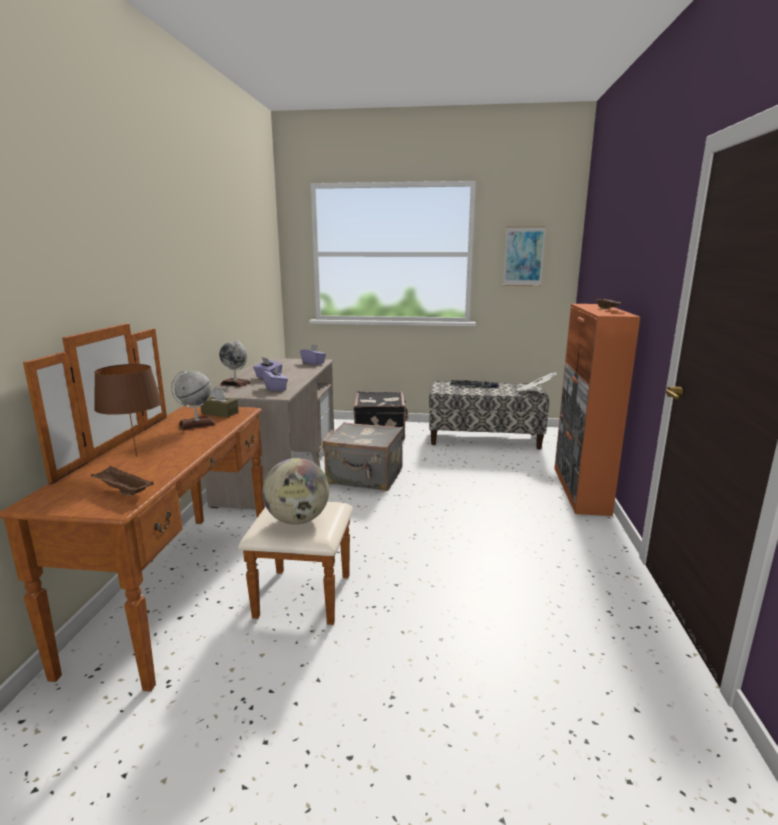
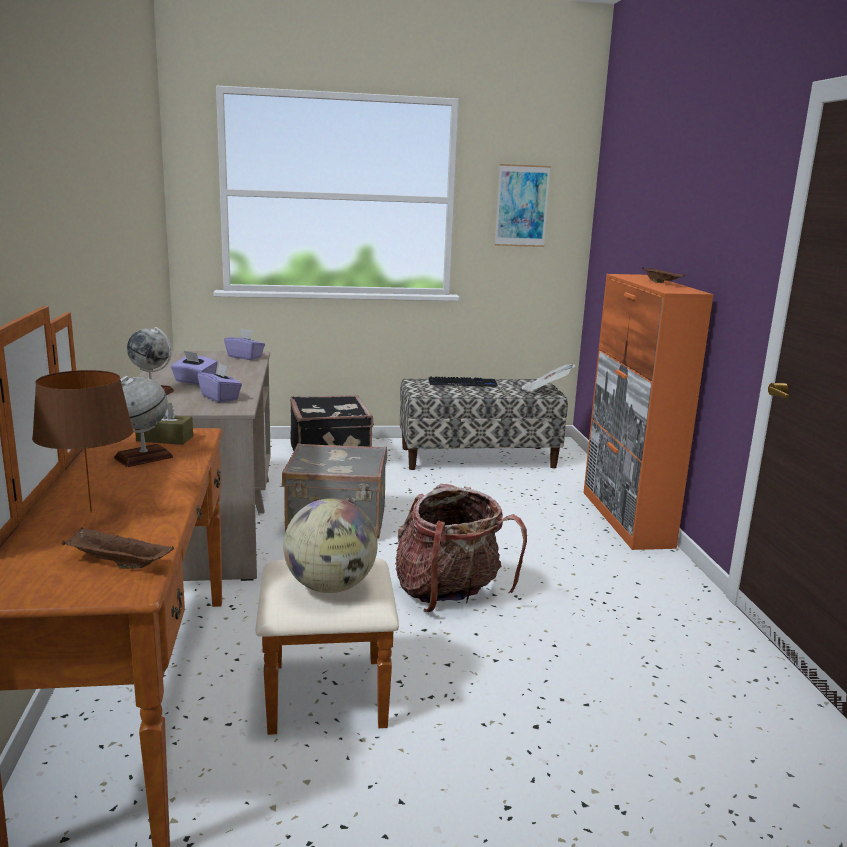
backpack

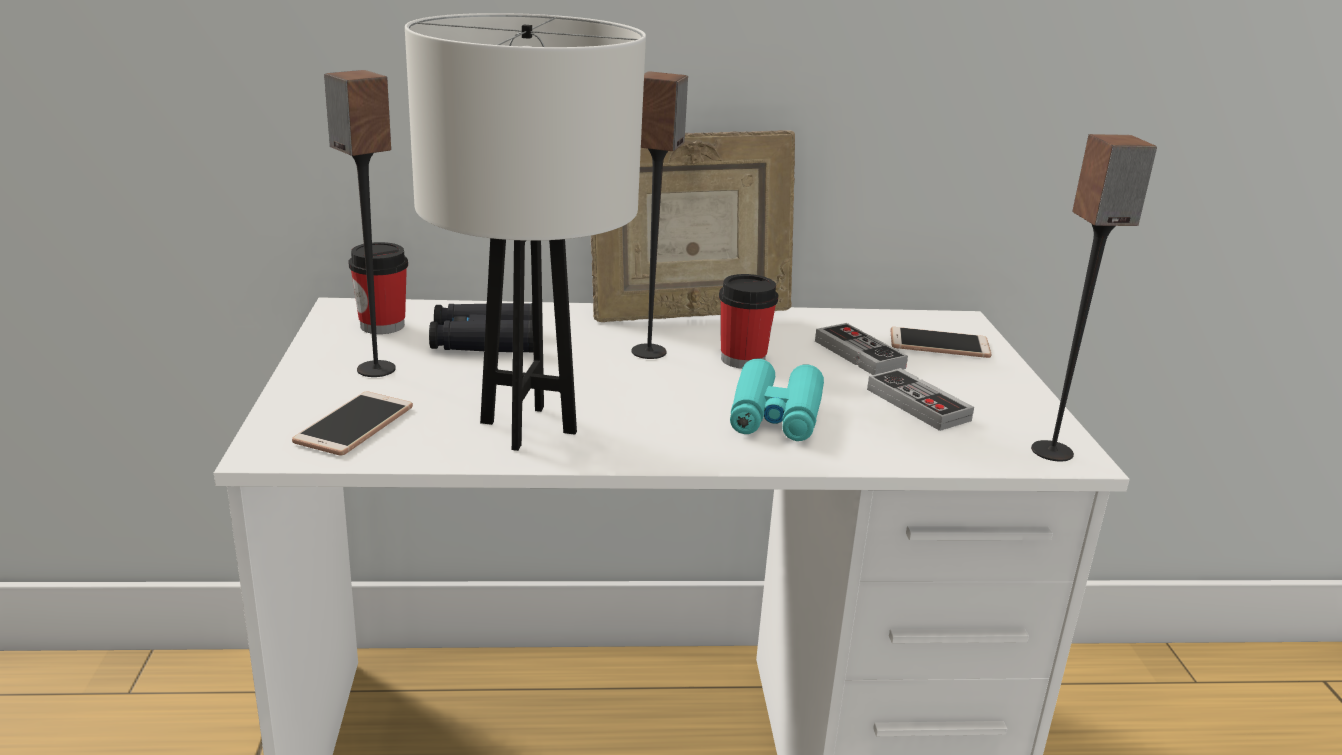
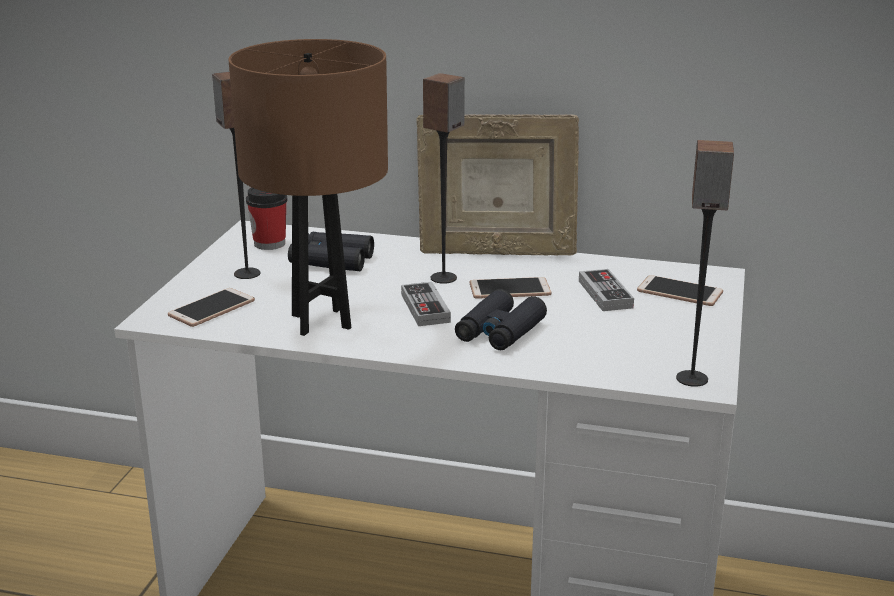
brown table lamp; phone (2nd from left); black binoculars (2nd from left); game controller (1st from left)

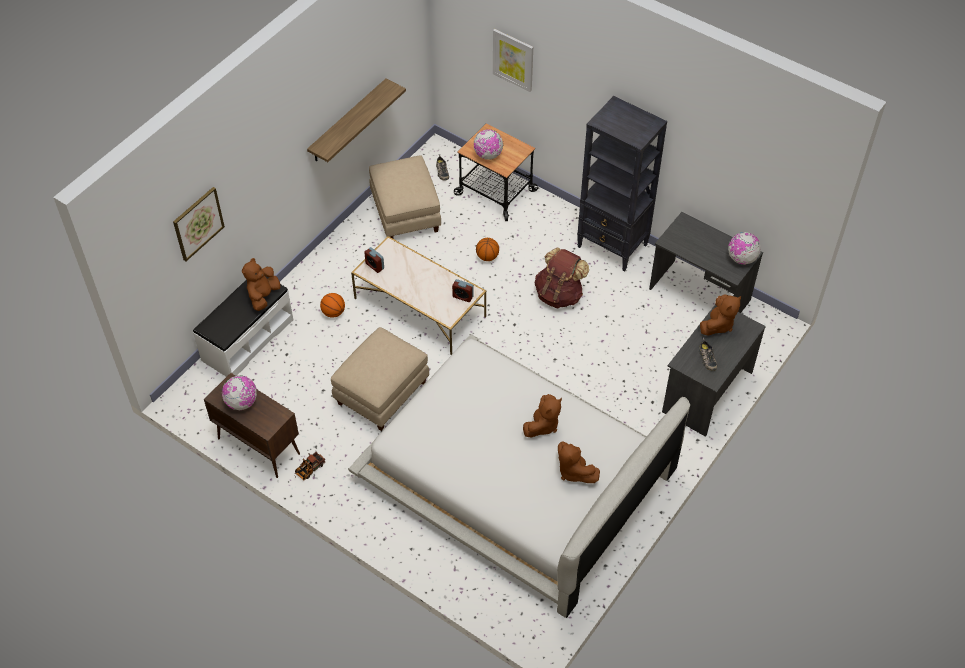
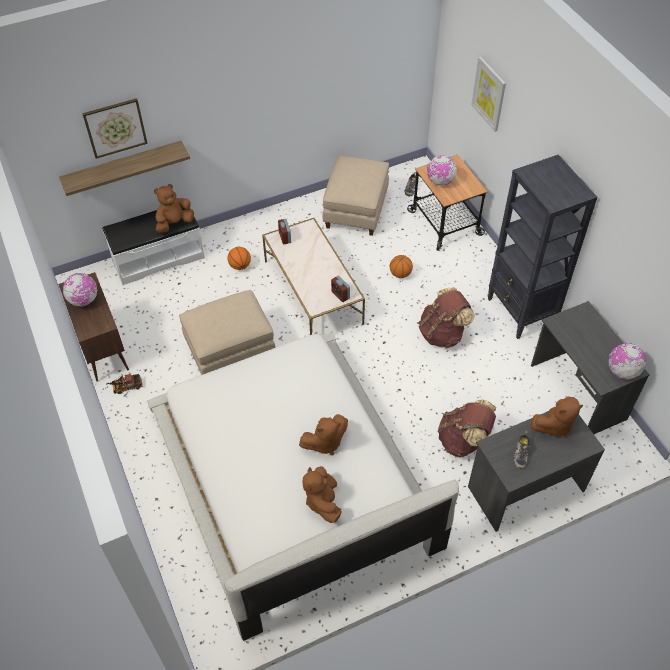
shelf; brown backpack (2nd from left)

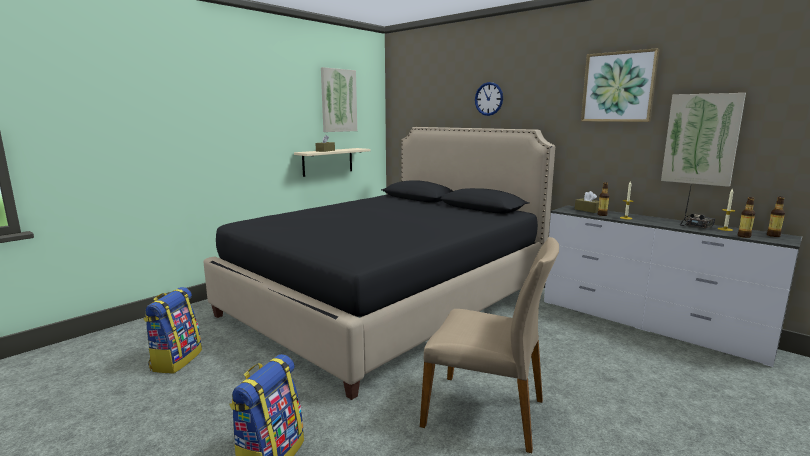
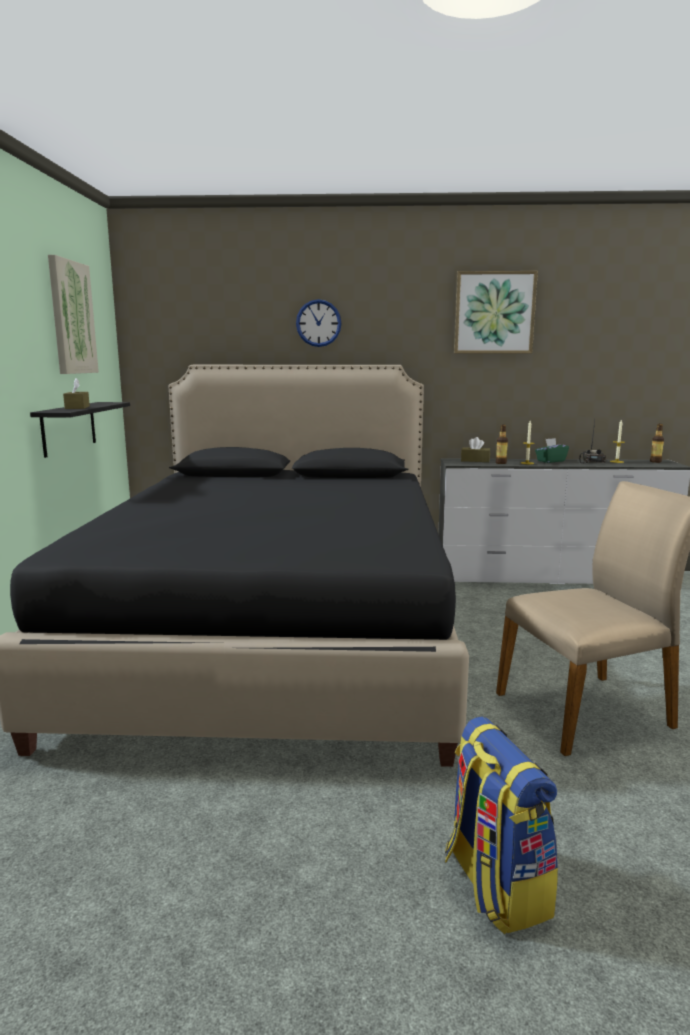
backpack (1st from left in the first image); black shelf; picture (3rd from left in the first image); bottle (2nd from left in the first image); green tissue box

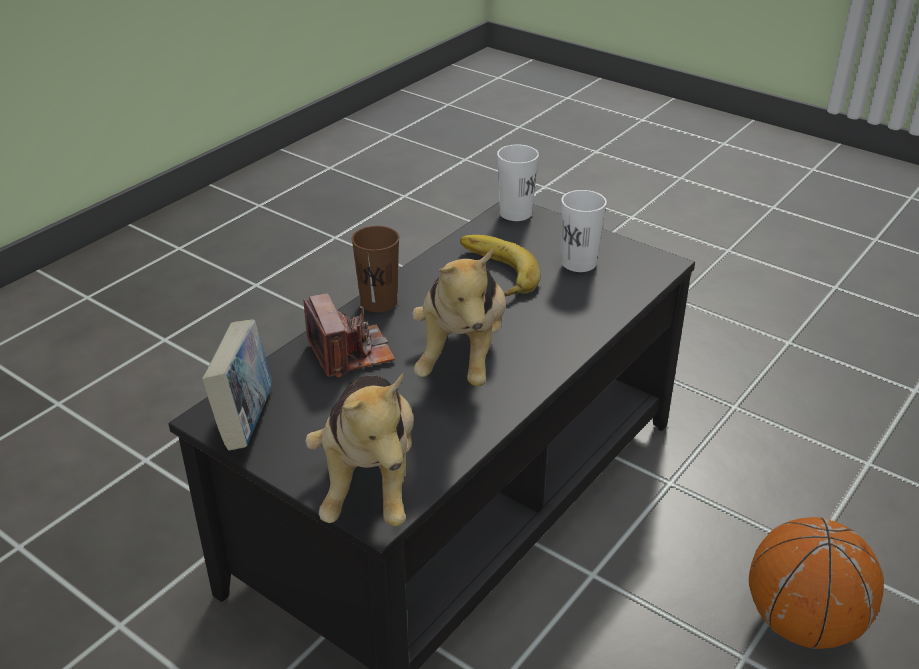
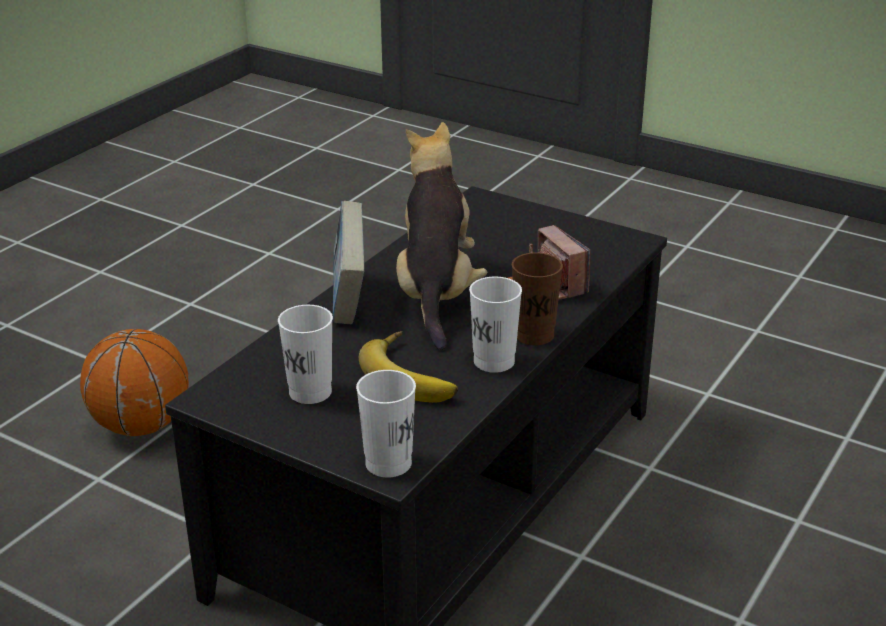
book; plush toy (1st from left in the first image); white cup (3rd from left)

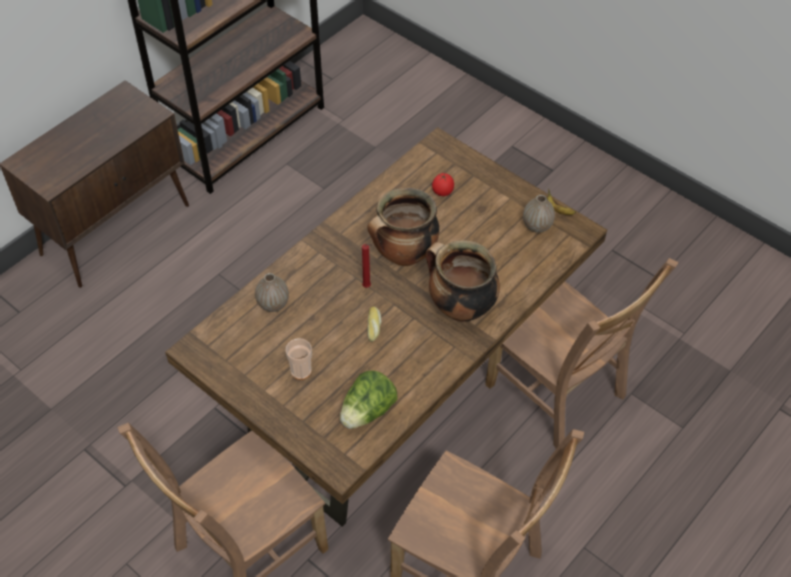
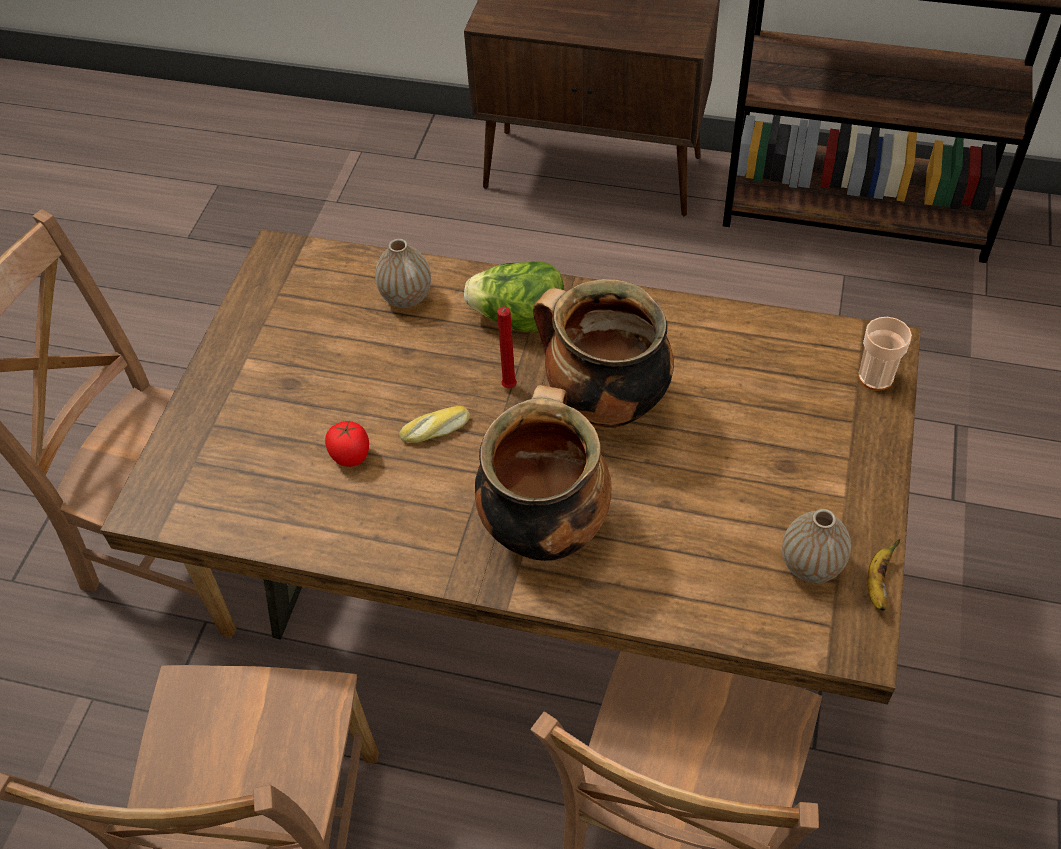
cup; lettuce; tomato

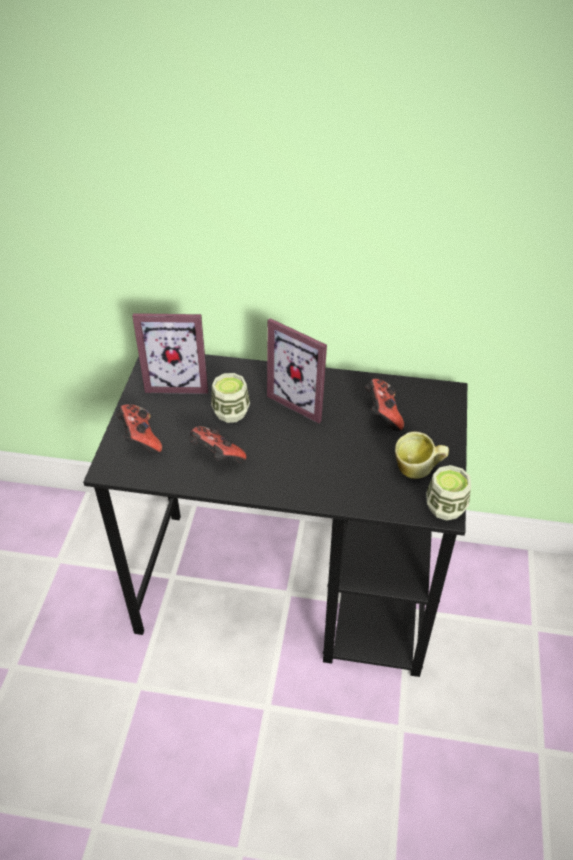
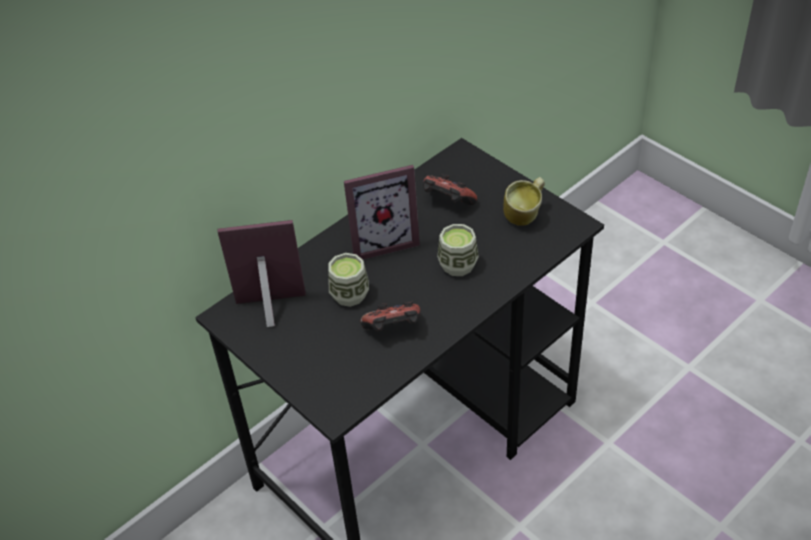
game controller (1st from left in the first image); picture frame (1st from left); cup (2nd from left)

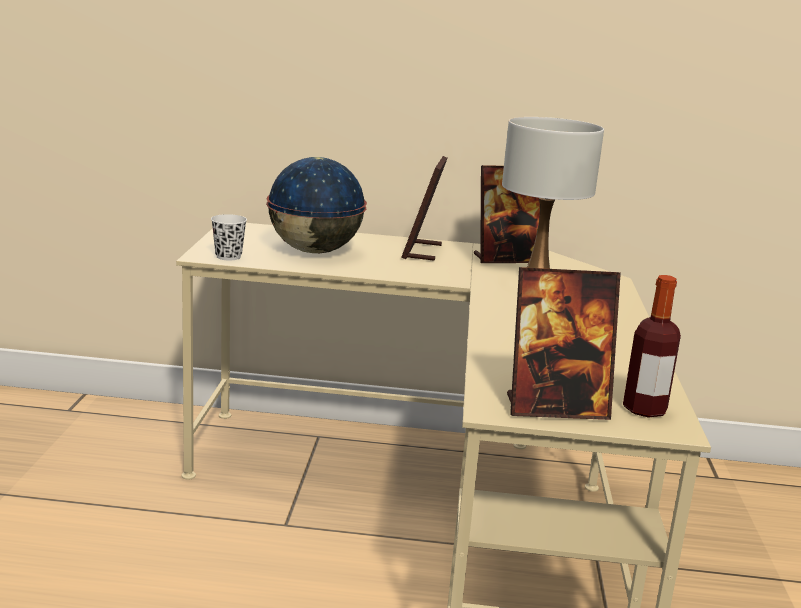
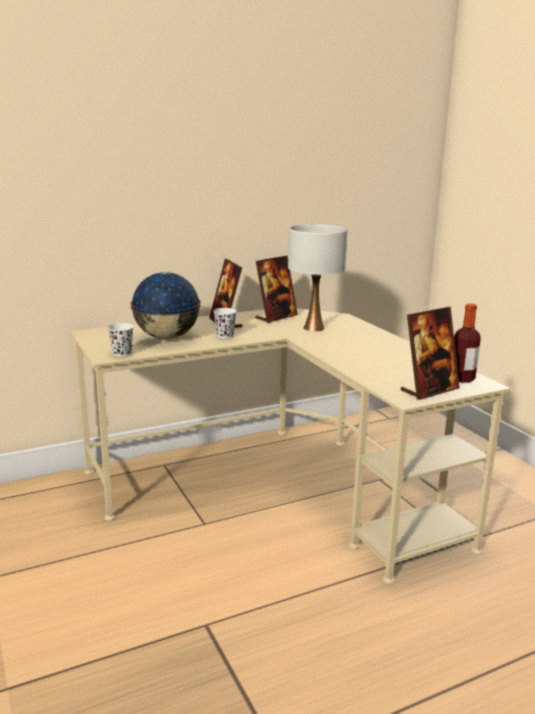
white cup (2nd from left)

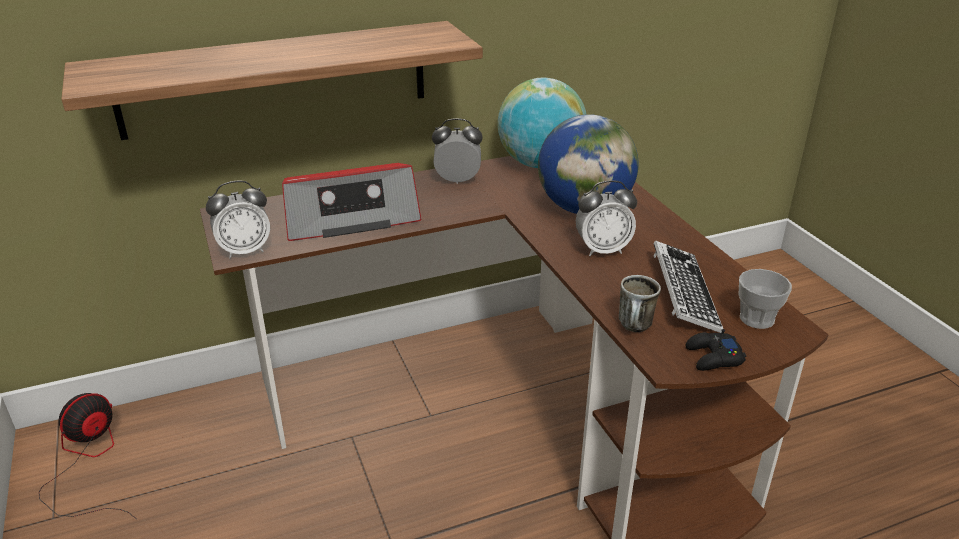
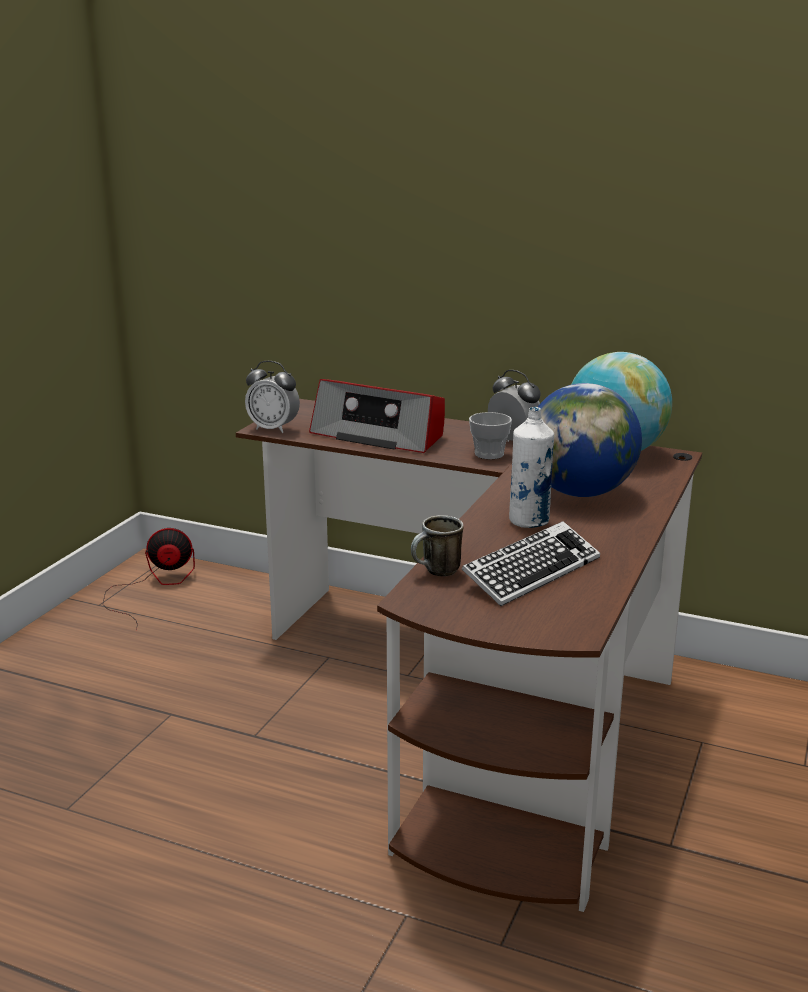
shelf; white bottle; black game controller; cup

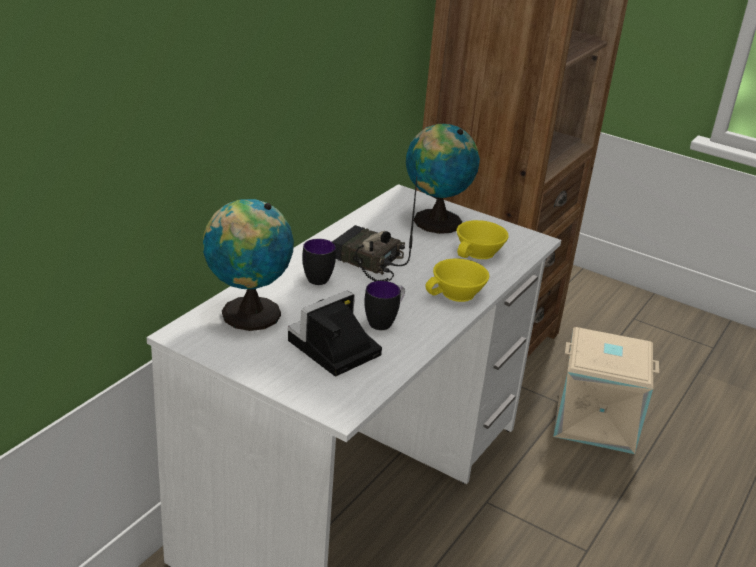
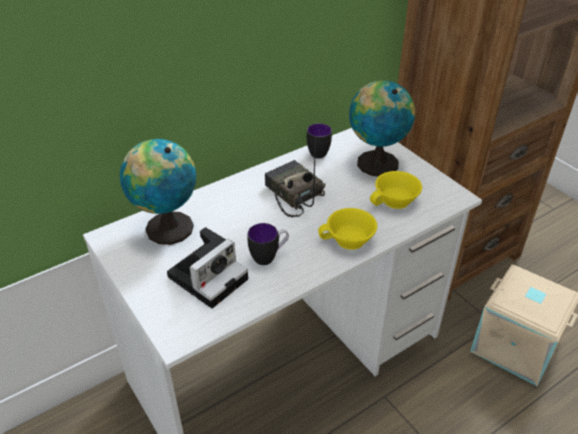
photo camera; mug (2nd from left)

